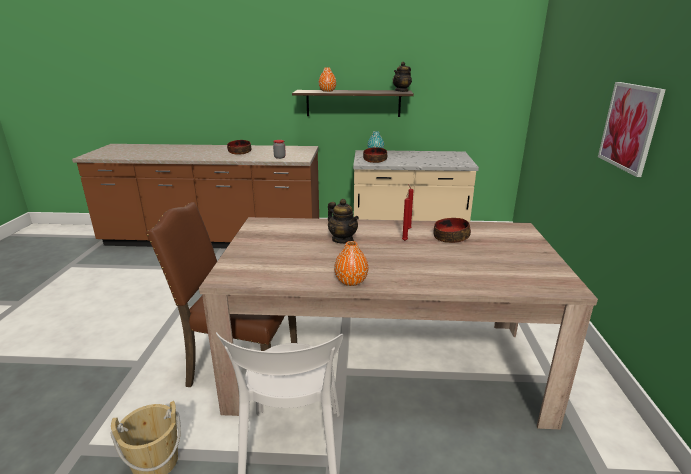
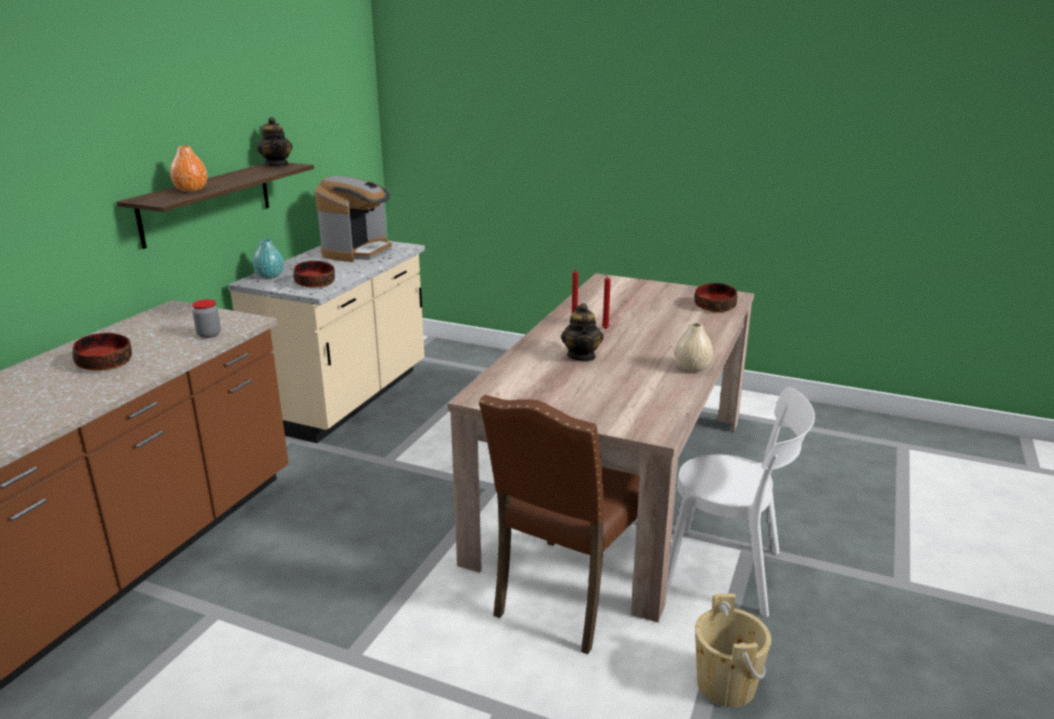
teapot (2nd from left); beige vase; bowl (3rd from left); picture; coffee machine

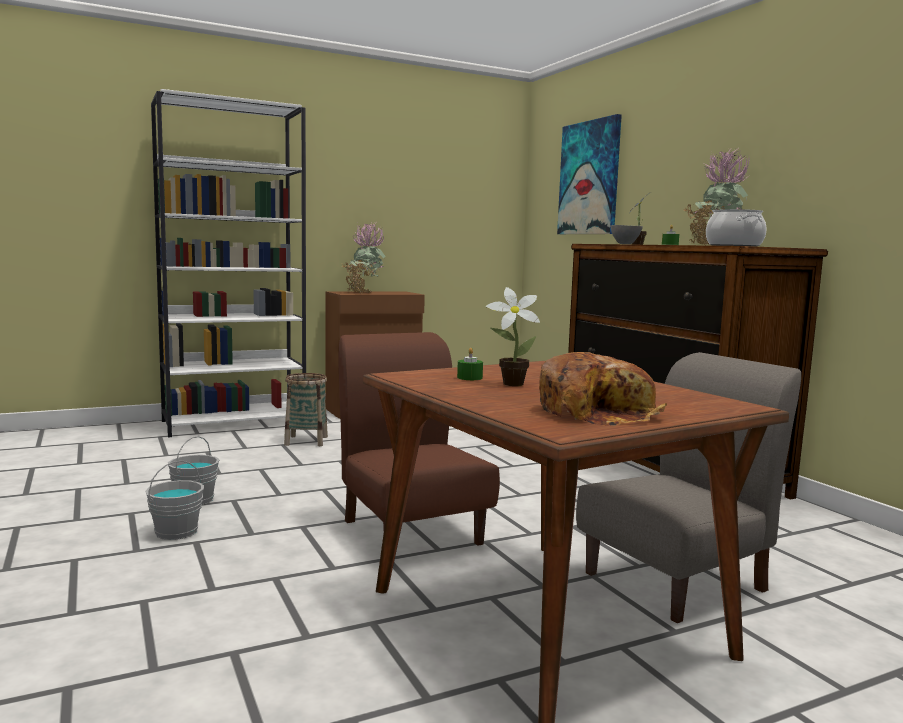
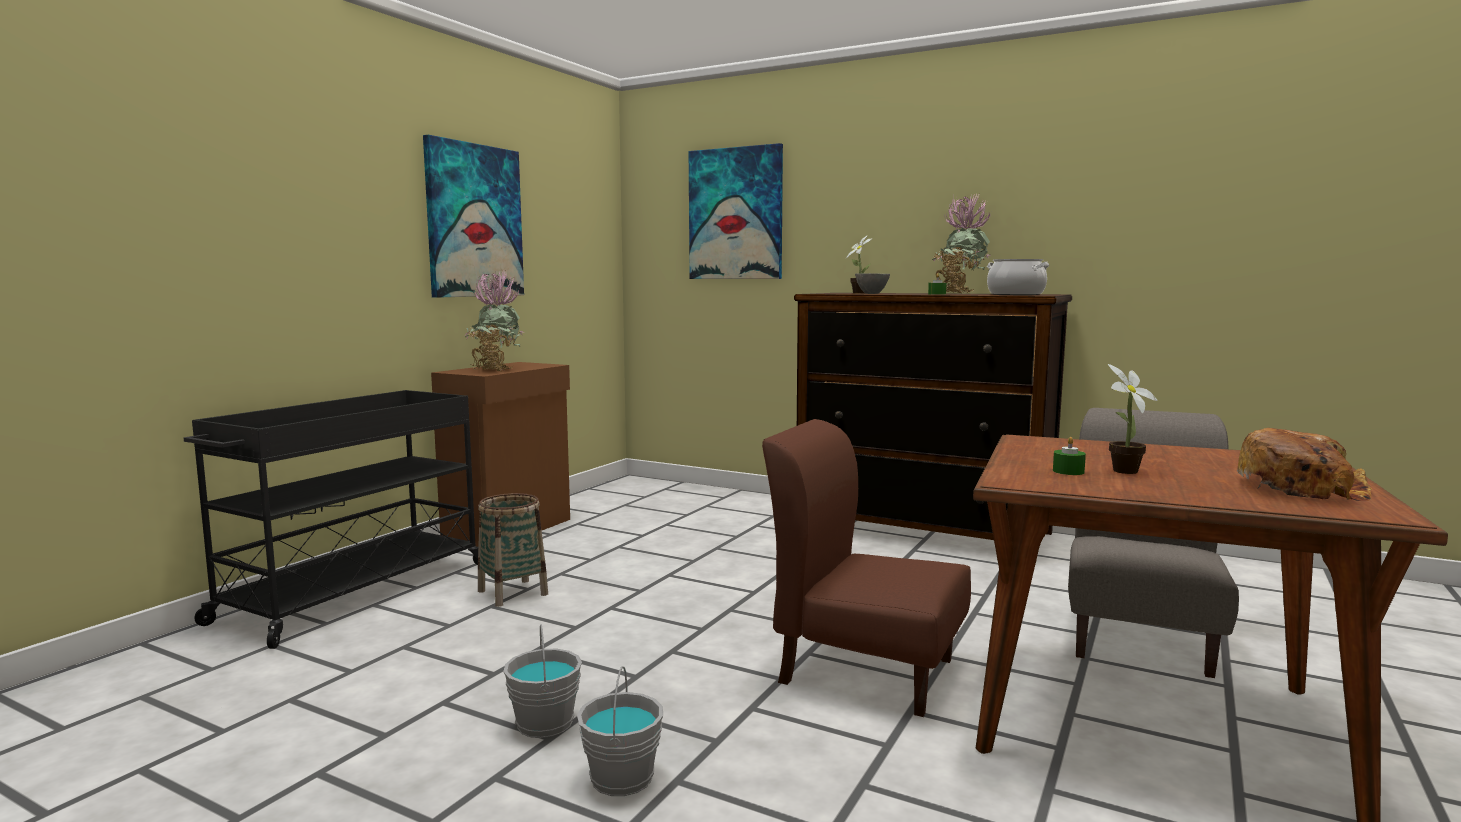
black cart; picture (1st from left)

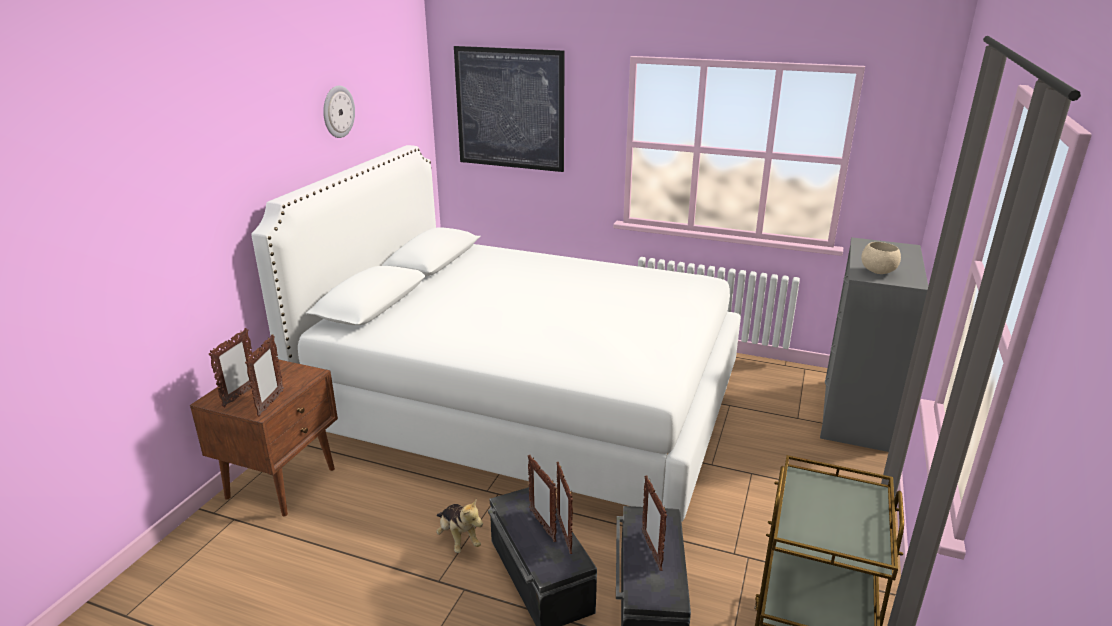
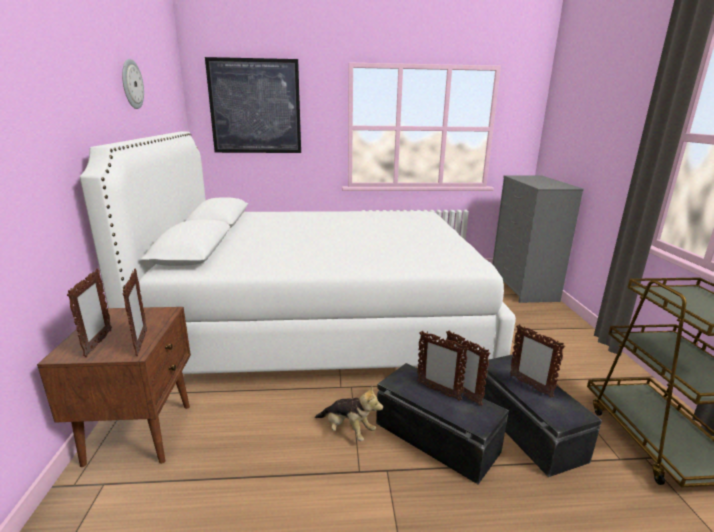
beige bowl

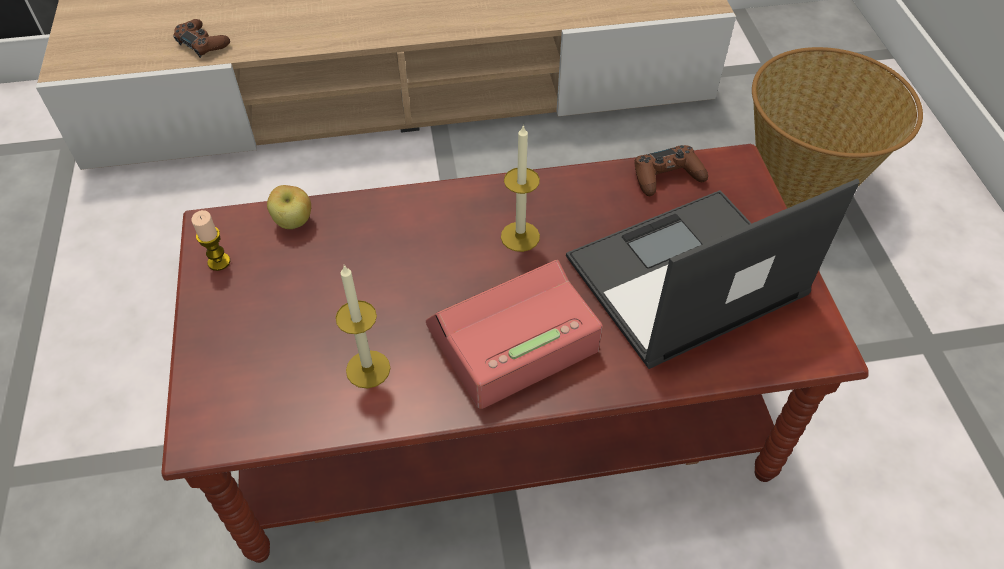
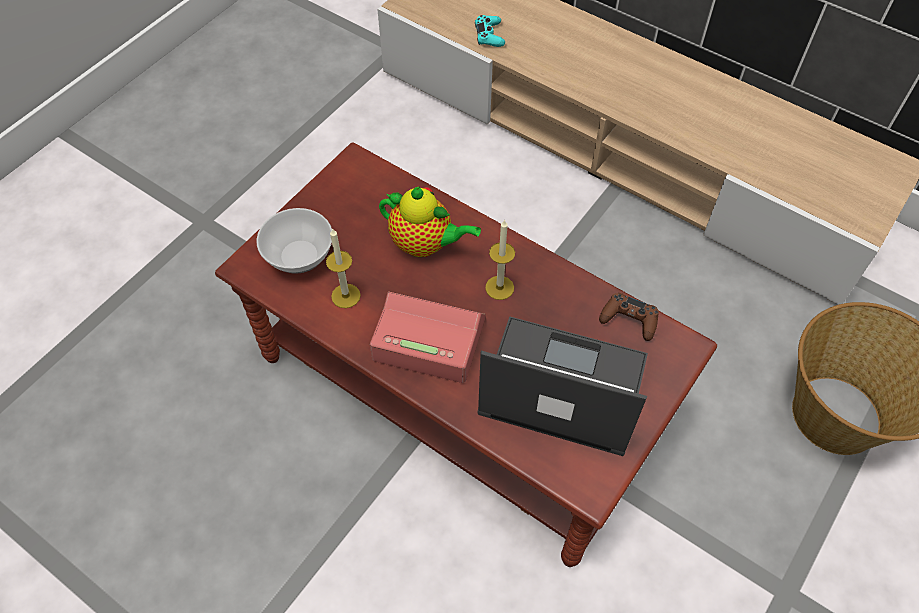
turquoise game controller; candle (1st from left in the first image); apple; bowl; teapot

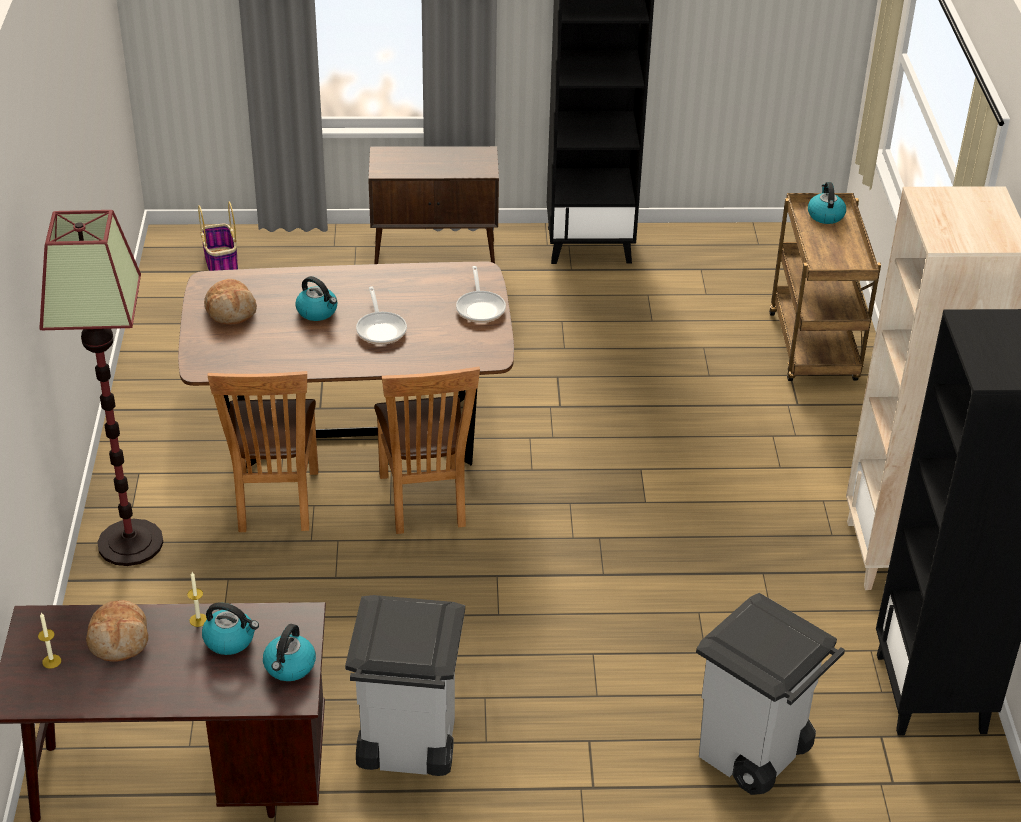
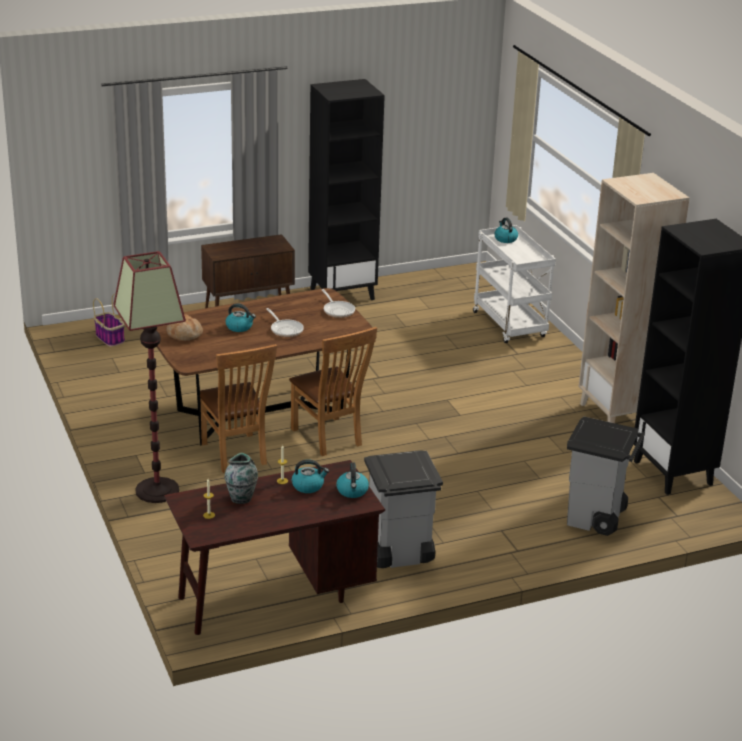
vase; white cart

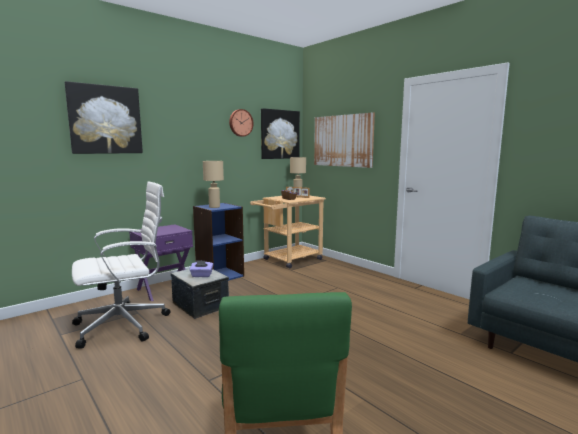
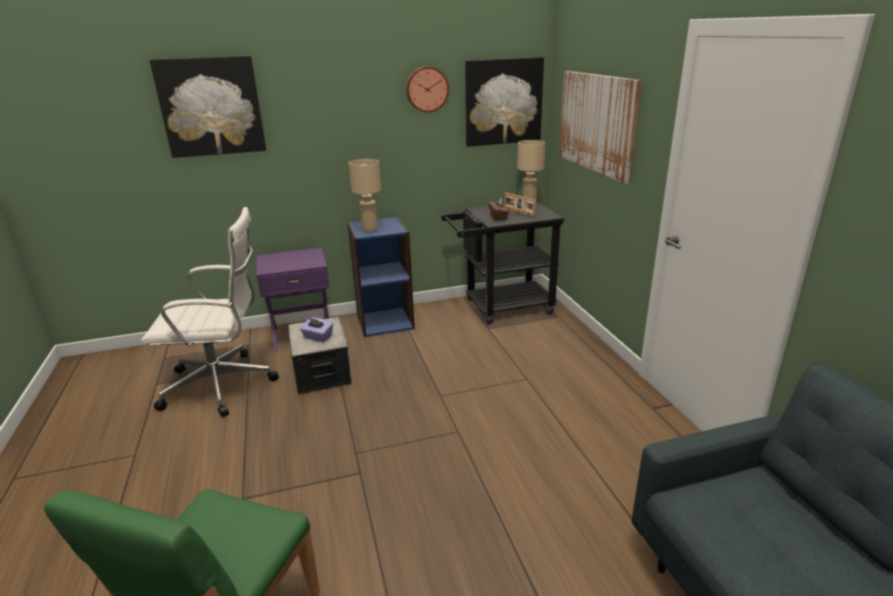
black cart

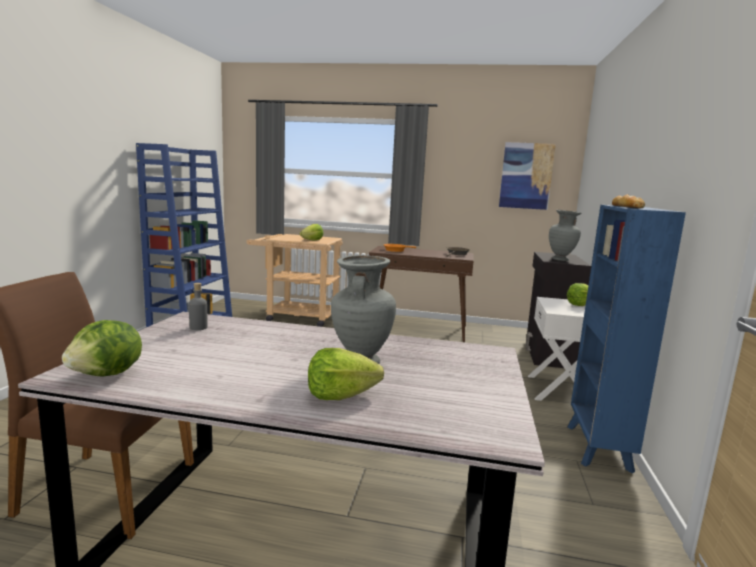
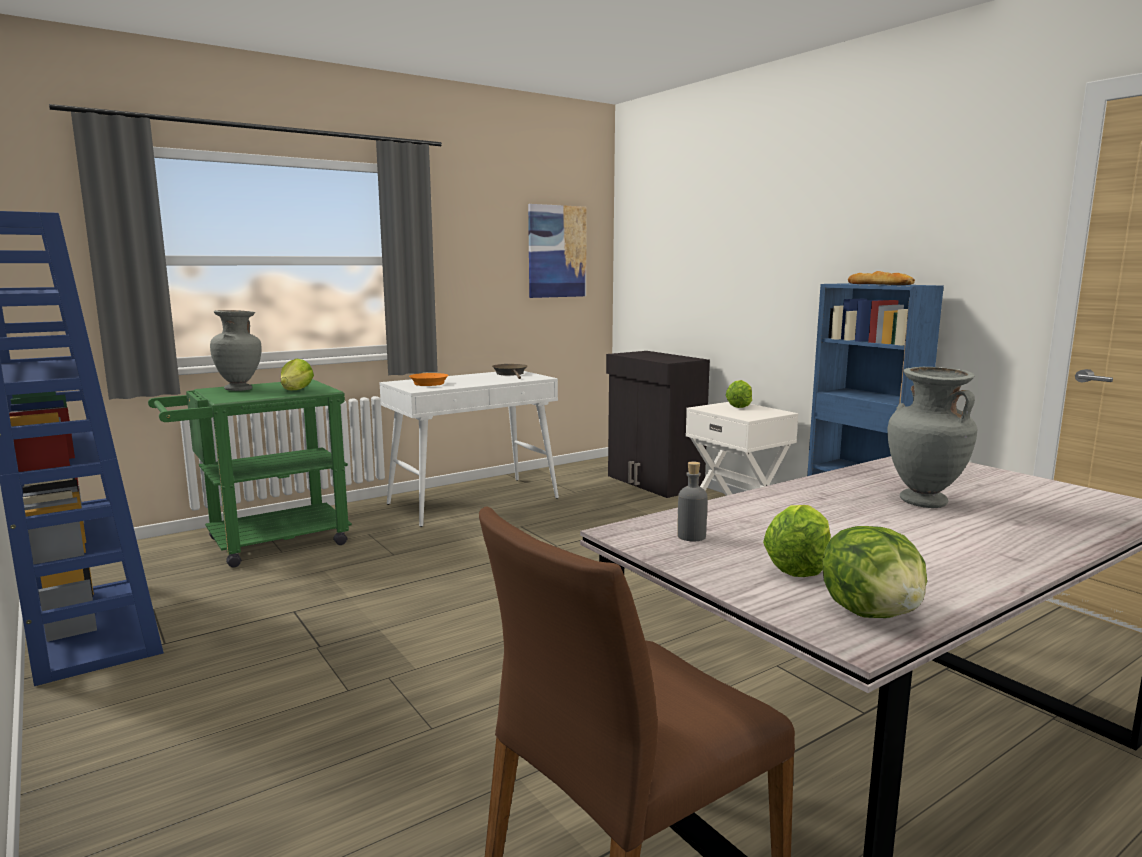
green cart; lettuce (3rd from left); white console table; grey vase (1st from left)

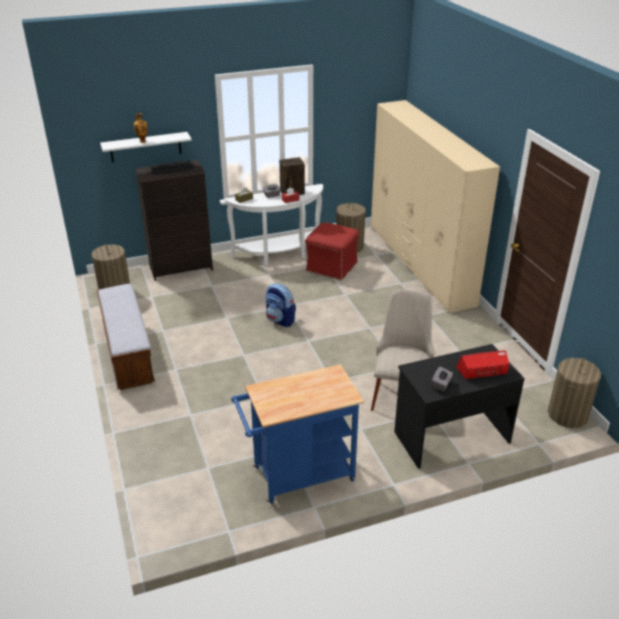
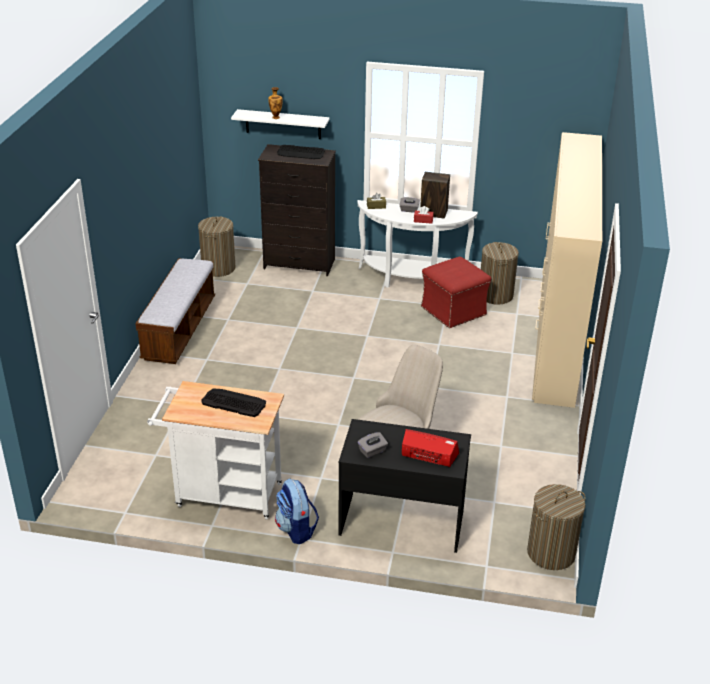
white cart; backpack; keyboard (1st from left)

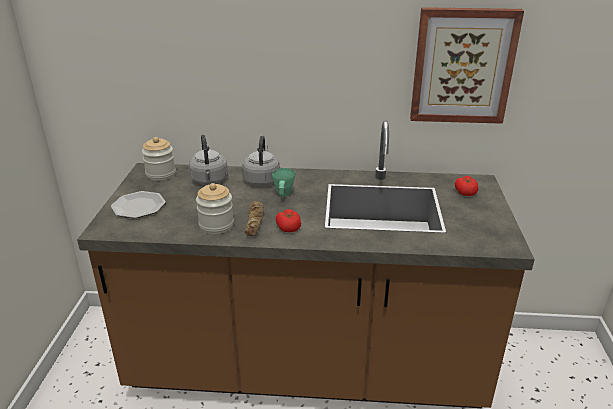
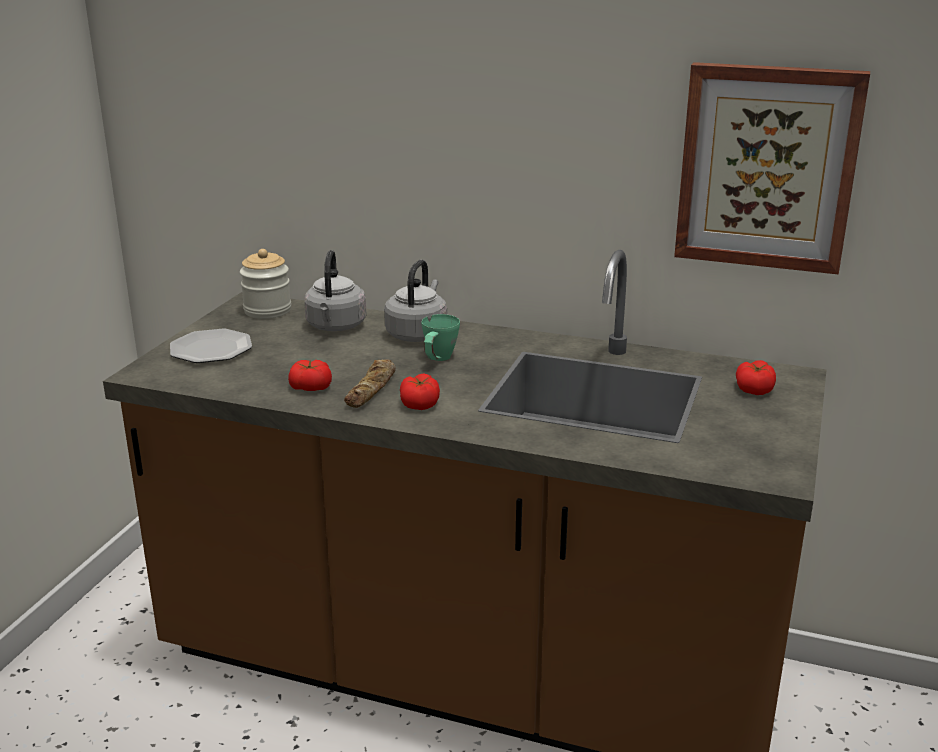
tomato (1st from left)

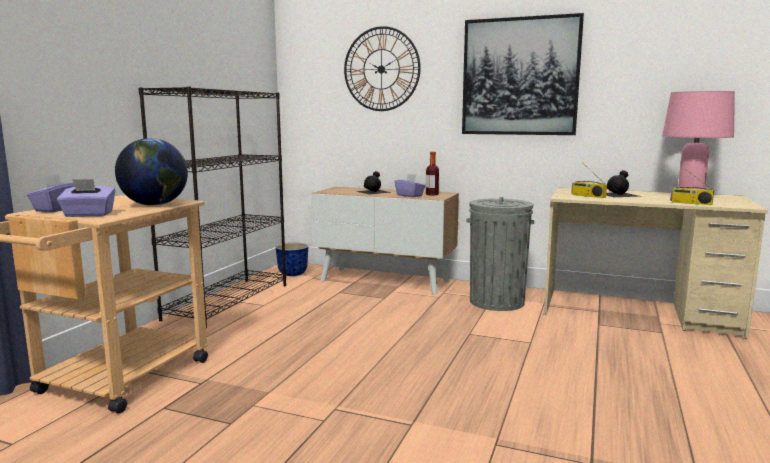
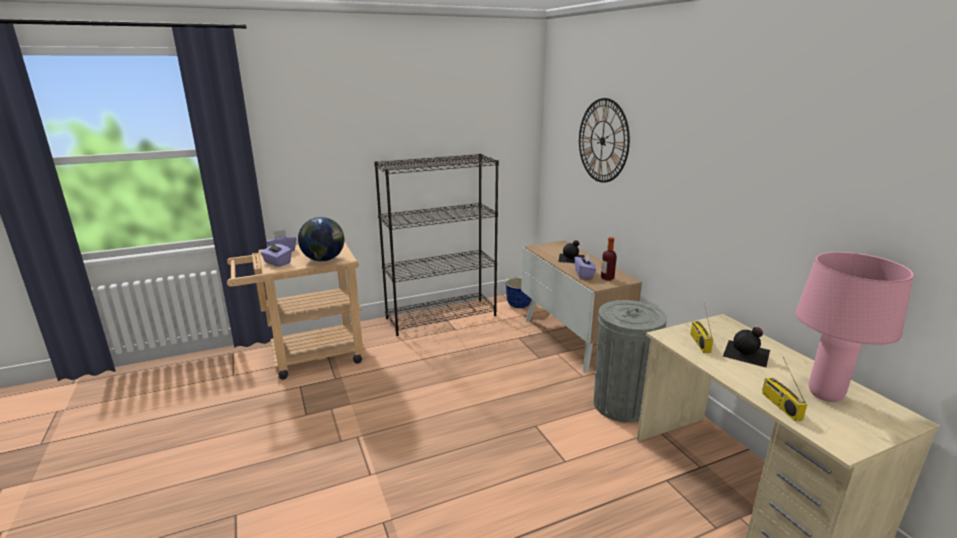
picture

